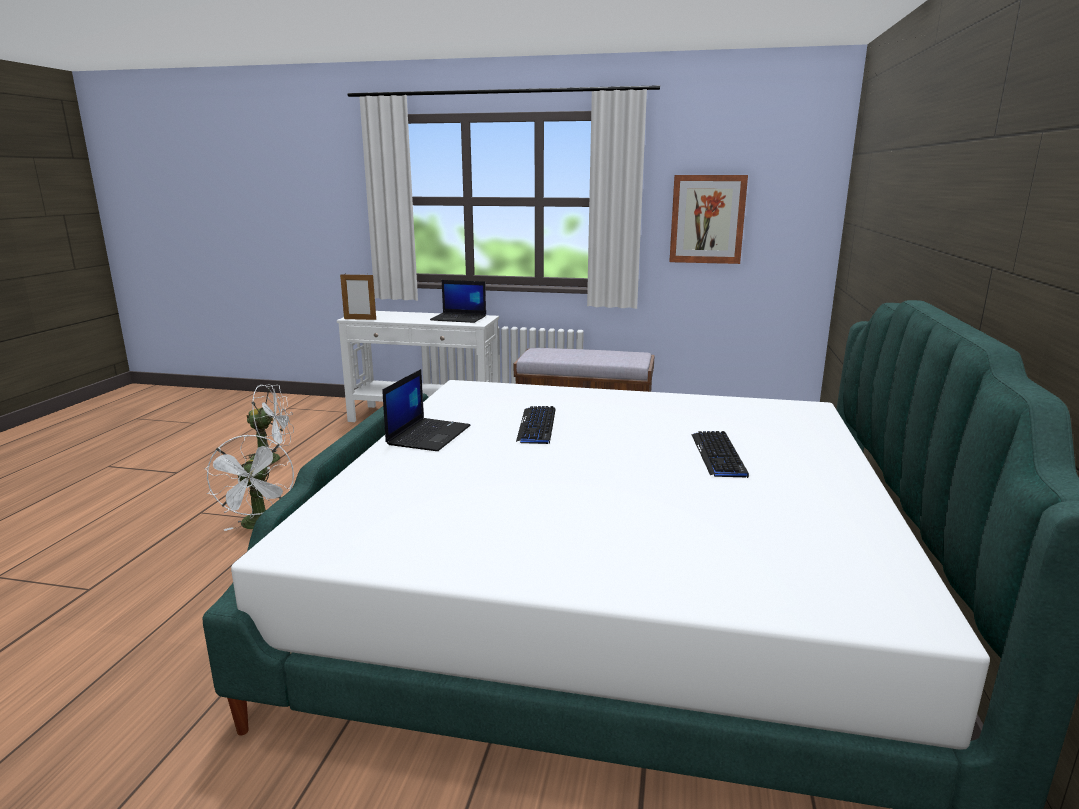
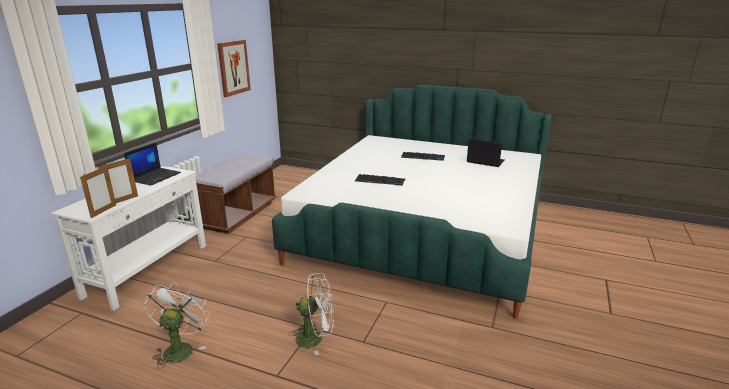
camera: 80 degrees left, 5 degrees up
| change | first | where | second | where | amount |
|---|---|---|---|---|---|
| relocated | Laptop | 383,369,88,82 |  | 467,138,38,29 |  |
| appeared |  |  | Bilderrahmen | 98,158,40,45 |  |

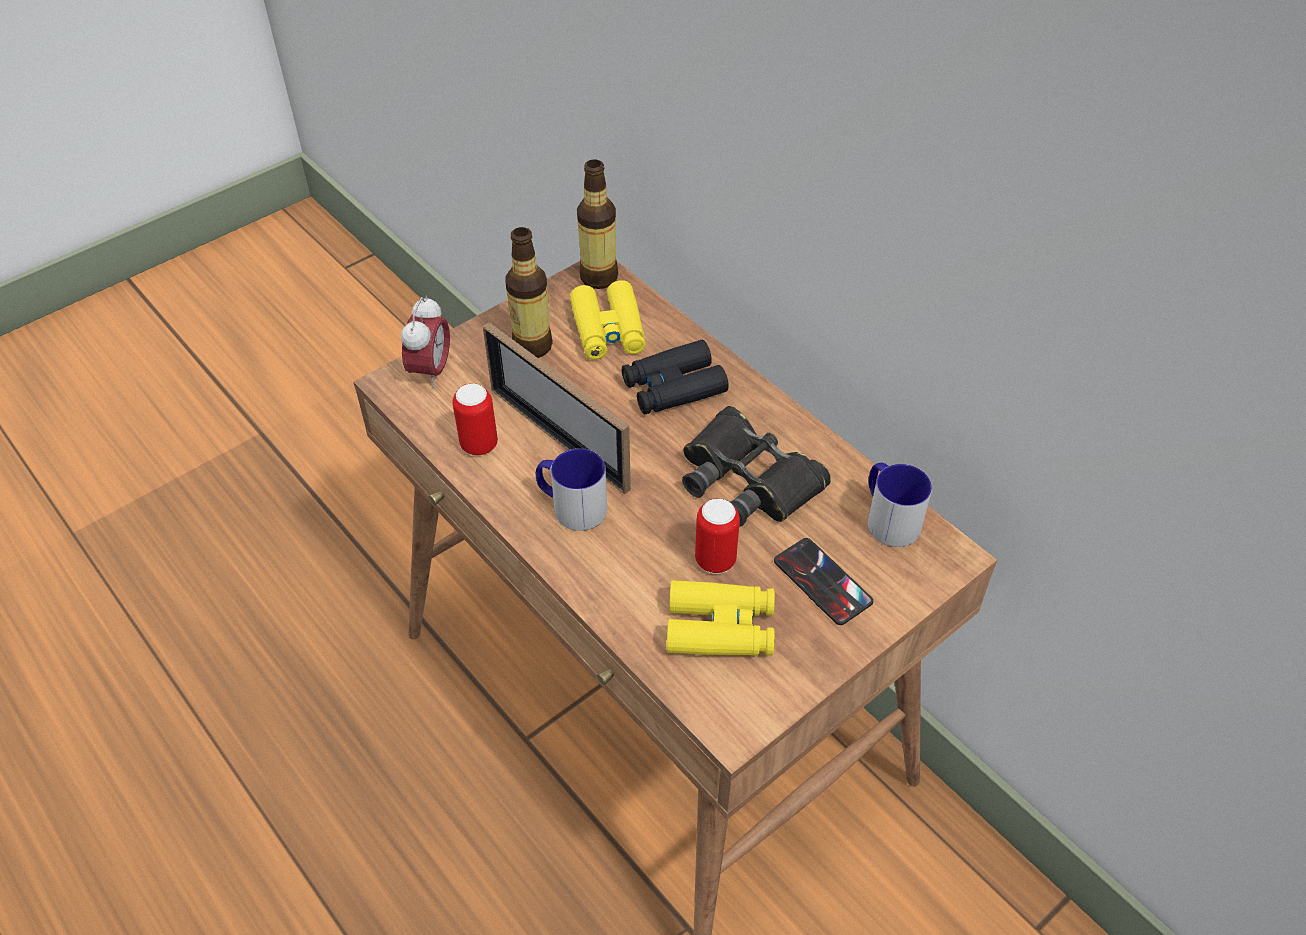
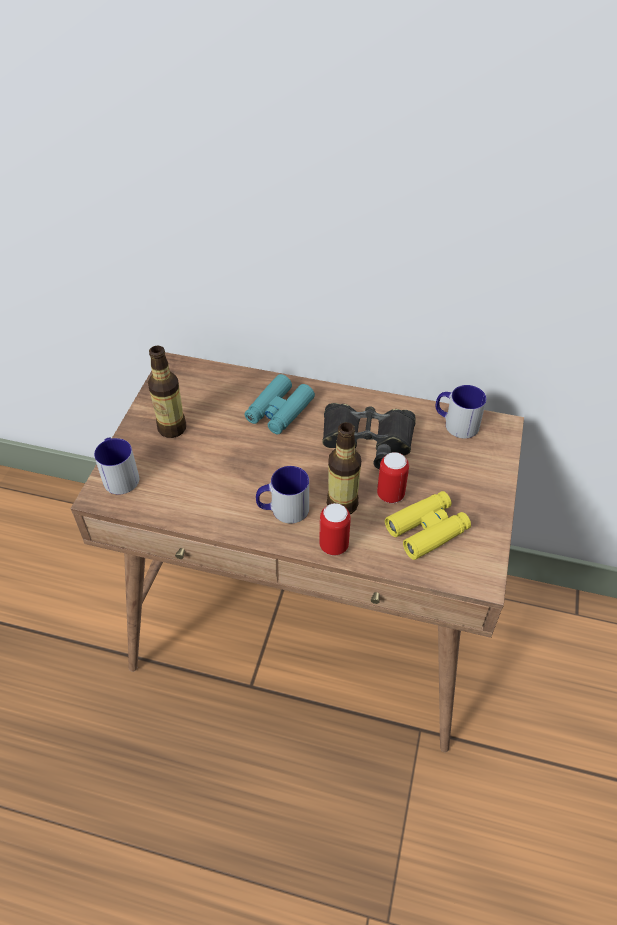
camera: 35 degrees left, 0 degrees up
| change | first | where | second | where | amount |
|---|---|---|---|---|---|
| relocated | Flasche | 577,159,41,130 |  | 327,422,34,92 |  |
| missing | Fernglas [gelb] | 570,280,76,80 |  |  |  |
| exchanged | Wecker | 401,295,49,93 | Henkelbecher | 94,438,45,57 |  |
| missing | Bilderrahmen | 483,322,148,172 |  |  |  |
| colour | Fernglas [schwarz] | 622,340,107,74 | Fernglas [türkis] | 245,374,70,60 |  |
| relocated | Dose | 453,383,45,72 |  | 319,503,32,52 |  |
| missing | Handy | 774,538,99,87 |  |  |  |

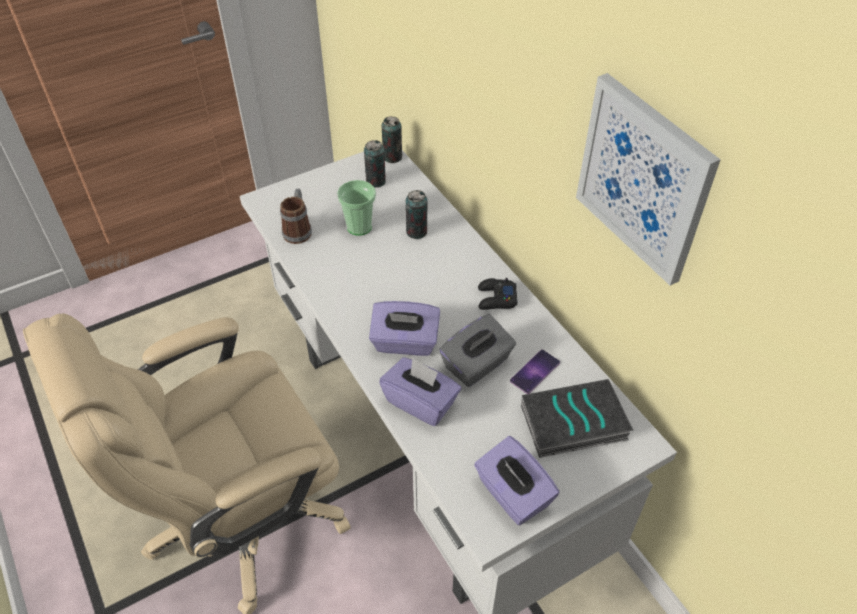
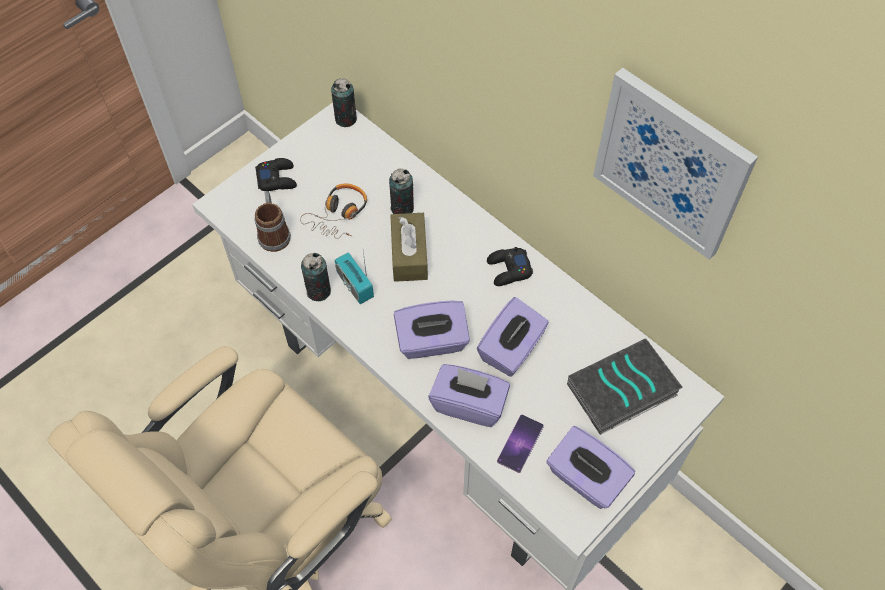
camera: 15 degrees left, 10 degrees up
| change | first | where | second | where | amount |
|---|---|---|---|---|---|
| relocated | Dose | 364,140,22,48 |  | 301,253,30,48 |  |
| exchanged | Tasse | 337,180,39,56 | Kopfhörer | 300,184,67,55 |  |
| colour | Taschentuchbox [grau] | 439,314,77,73 | Taschentuchbox [lila] | 477,297,72,80 |  |
| relocated | Handy | 510,350,50,44 |  | 497,415,47,58 |  |
| appeared |  |  | Gamepad [schwarz] | 255,158,42,33 |  |
| appeared |  |  | Taschentuchbox [braun] | 390,213,38,69 |  |
| appeared |  |  | Radio | 335,252,39,52 |  |

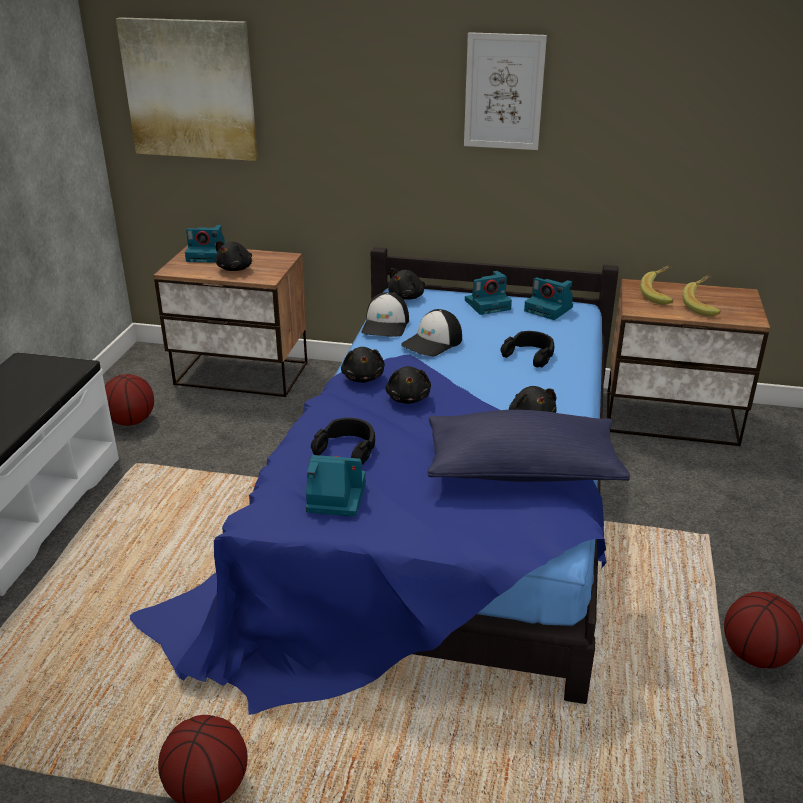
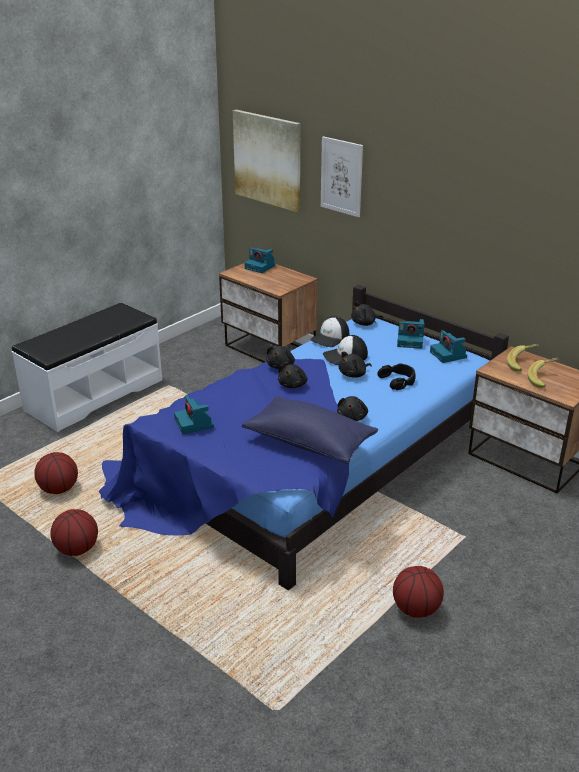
camera: 30 degrees right, 0 degrees up
| change | first | where | second | where | amount |
|---|---|---|---|---|---|
| relocated | Bild | 464,32,83,118 |  | 321,136,42,81 |  |
| relocated | Plüschtier [schwarz] | 215,240,37,31 |  | 339,351,33,27 |  |
| relocated | Basketball | 105,374,49,52 |  | 34,452,44,42 |  |
| missing | Kopfhörer [schwarz] | 311,418,64,47 |  |  |  |
| spun | Kamera | 306,455,60,62 |  | 174,395,40,39 | 150 degrees counterclockwise |

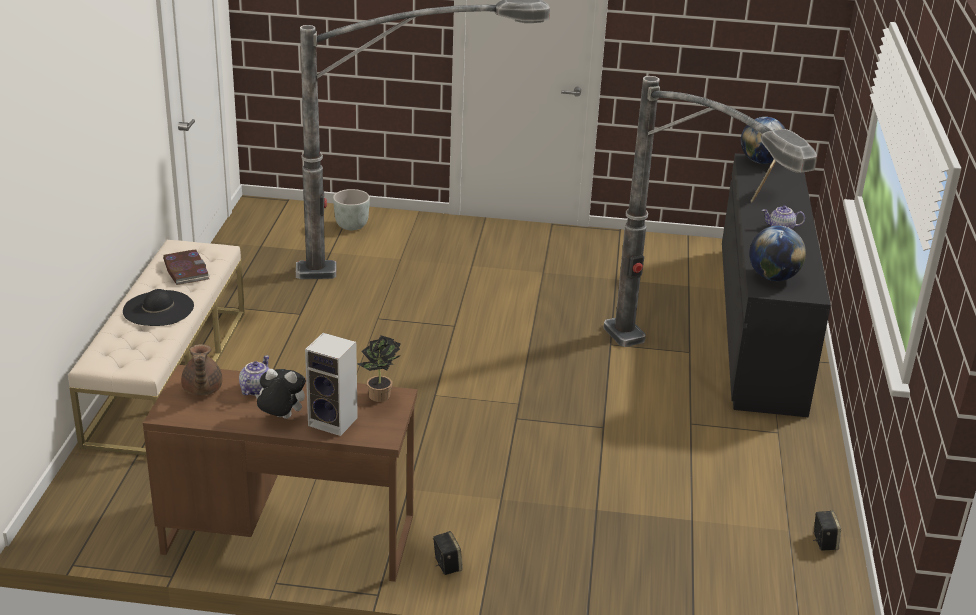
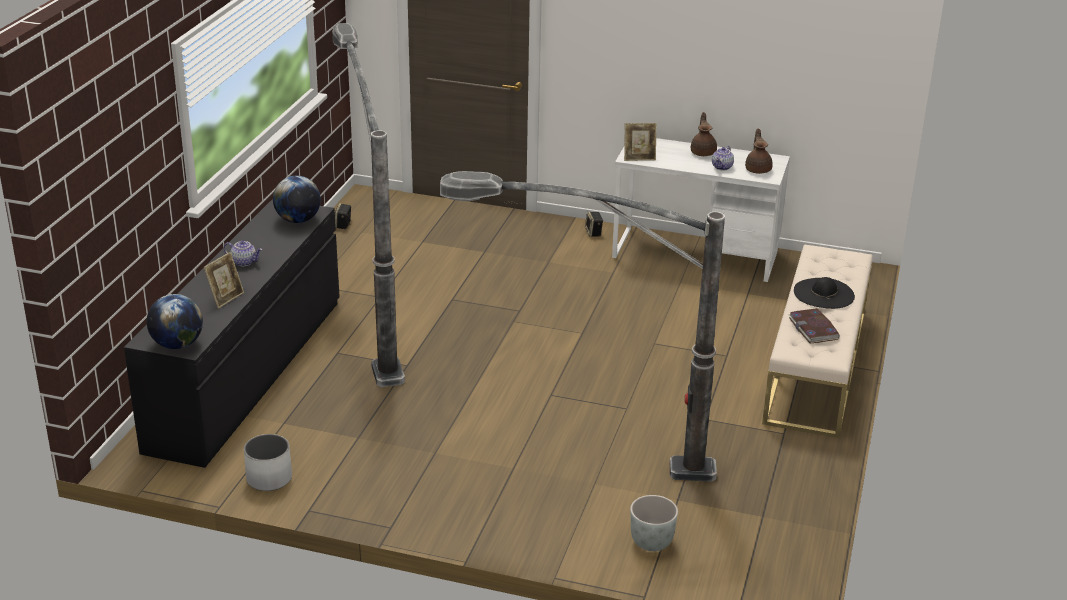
camera: 170 degrees left, 0 degrees up
| change | first | where | second | where | amount |
|---|---|---|---|---|---|
| missing | Lautsprecher | 305,333,53,103 |  |  |  |
| exchanged | Topfpflanze | 357,335,44,67 | Bilderrahmen | 624,123,33,38 |  |
| colour | Schreibtisch [braun] | 143,365,274,217 | Schreibtisch [weiß] | 612,138,178,144 |  |
| exchanged | Plüschtier | 255,369,50,50 | Teekanne [braun] | 691,112,26,44 |  |
| appeared |  |  | Pflanzkübel [weiß] | 244,434,48,57 |  |

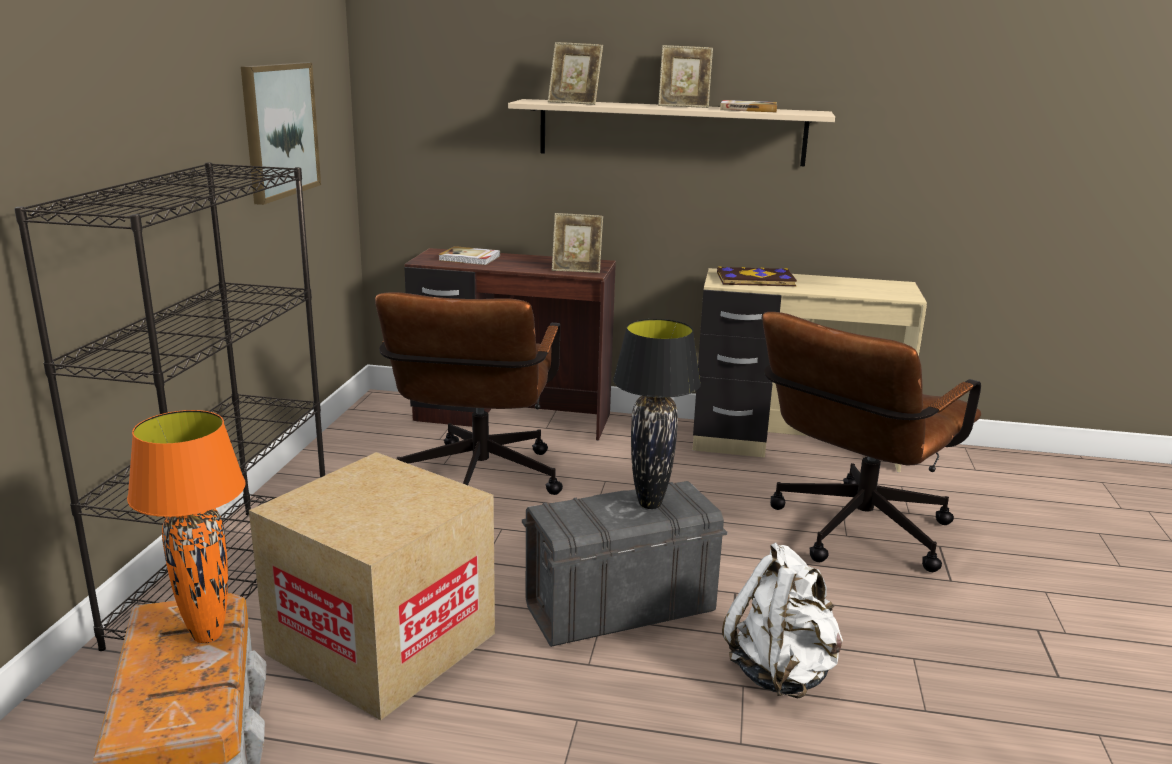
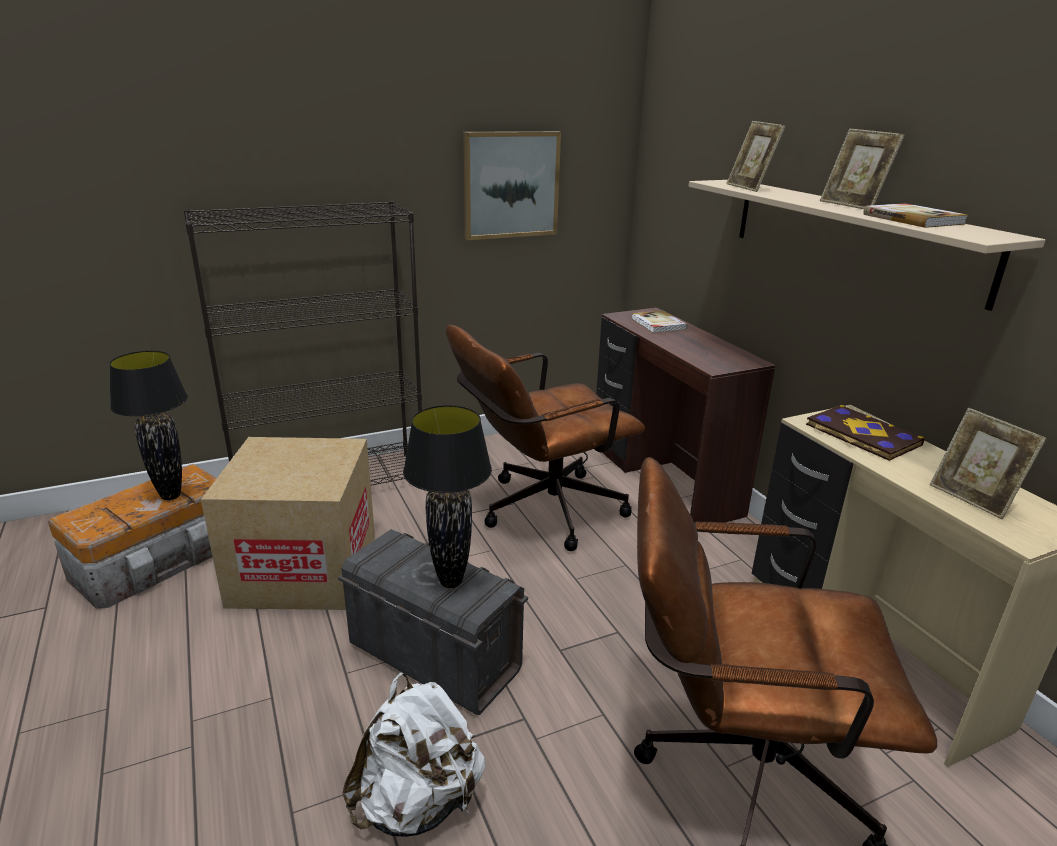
camera: 55 degrees right, 5 degrees up
| change | first | where | second | where | amount |
|---|---|---|---|---|---|
| relocated | Bilderrahmen | 552,213,51,60 |  | 930,408,117,111 |  |
| colour | Tischlampe [orange] | 127,410,118,233 | Tischlampe [schwarz] | 109,351,79,149 |  |

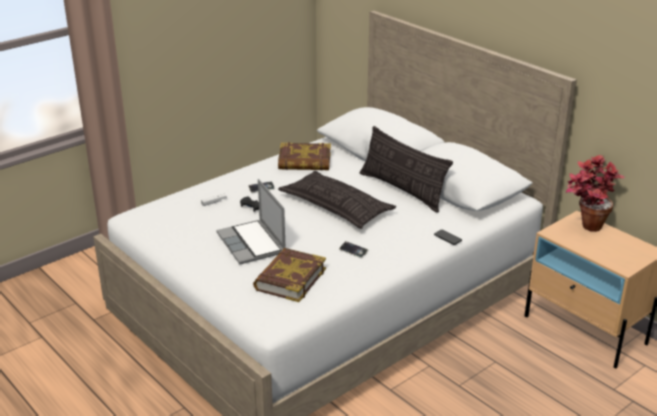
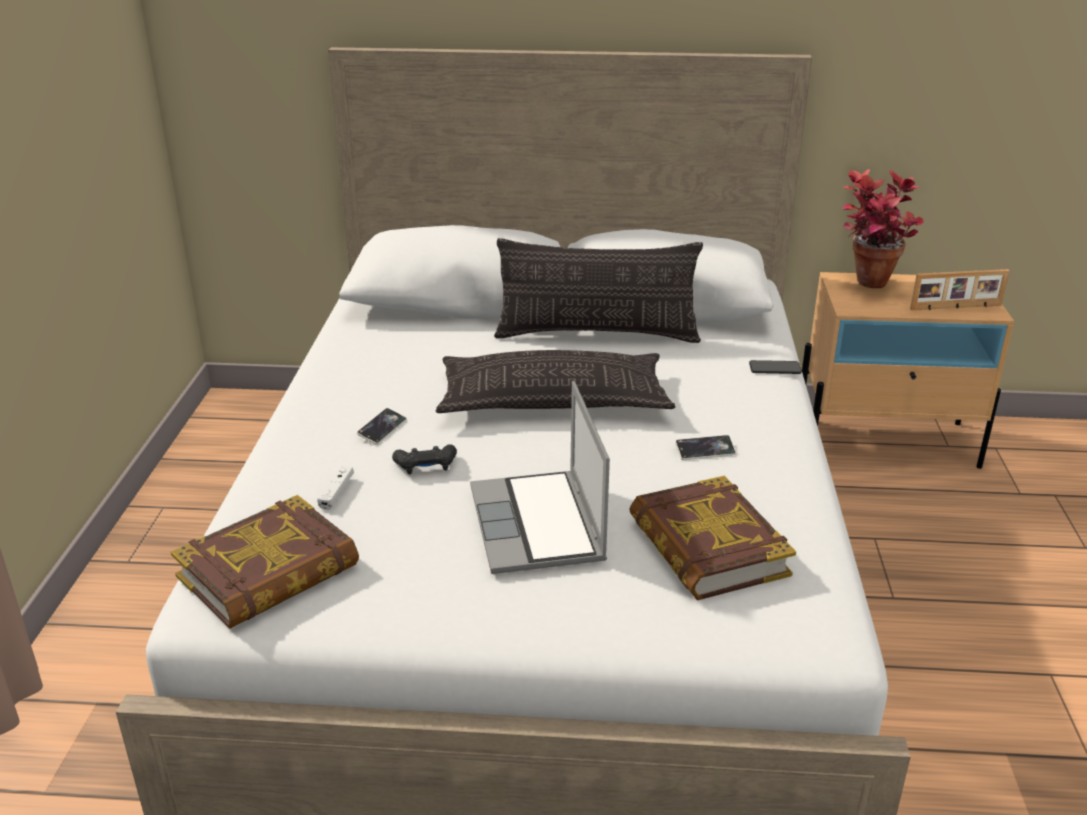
camera: 45 degrees left, 0 degrees up
| change | first | where | second | where | amount |
|---|---|---|---|---|---|
| relocated | Buch | 278,142,53,28 |  | 171,495,188,134 |  |
| spun | Laptop | 216,179,69,85 |  | 470,381,140,193 | 60 degrees clockwise |
| appeared |  |  | Bilderrahmen | 910,269,99,41 |  |

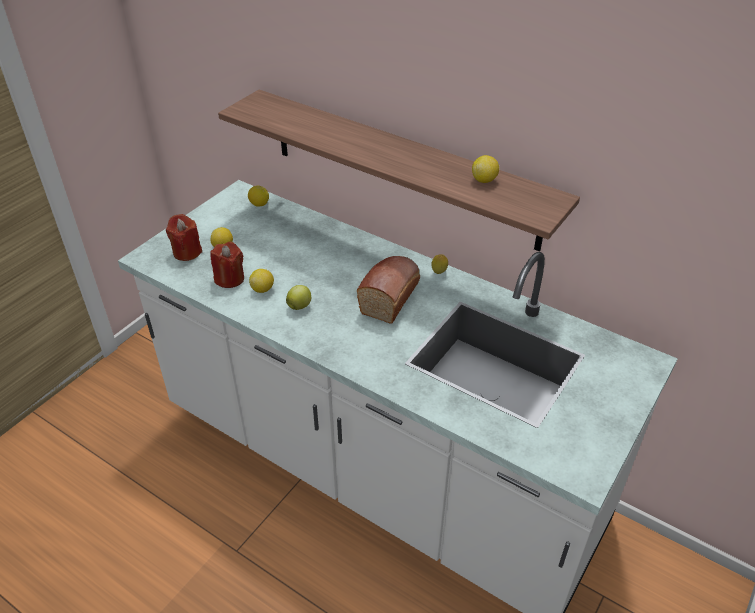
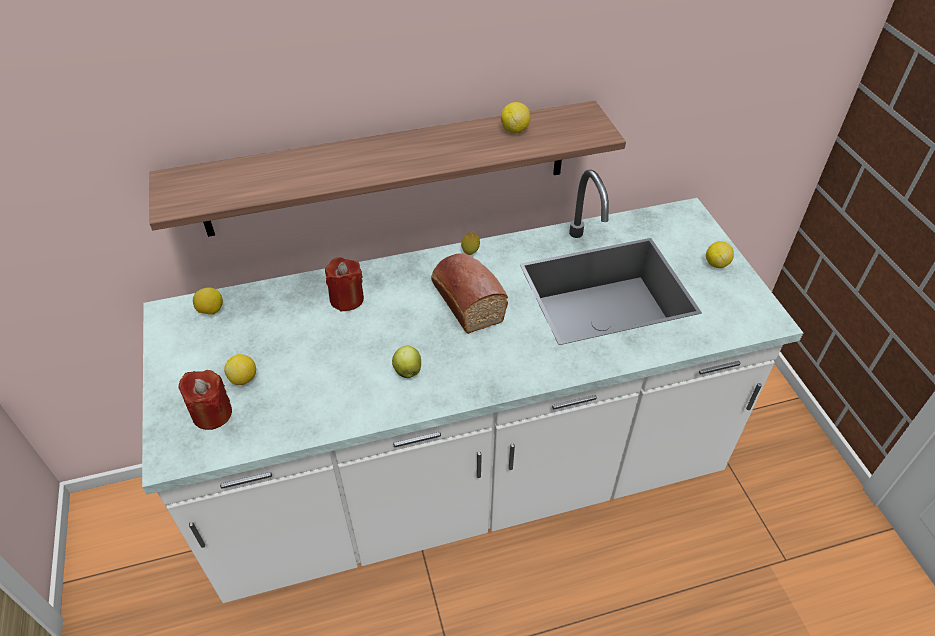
camera: 50 degrees left, 5 degrees up
| change | first | where | second | where | amount |
|---|---|---|---|---|---|
| relocated | Kerze [rot] | 210,242,34,46 |  | 325,257,39,54 |  |
| relocated | Zitrone | 249,269,25,24 |  | 706,241,28,27 |  |

